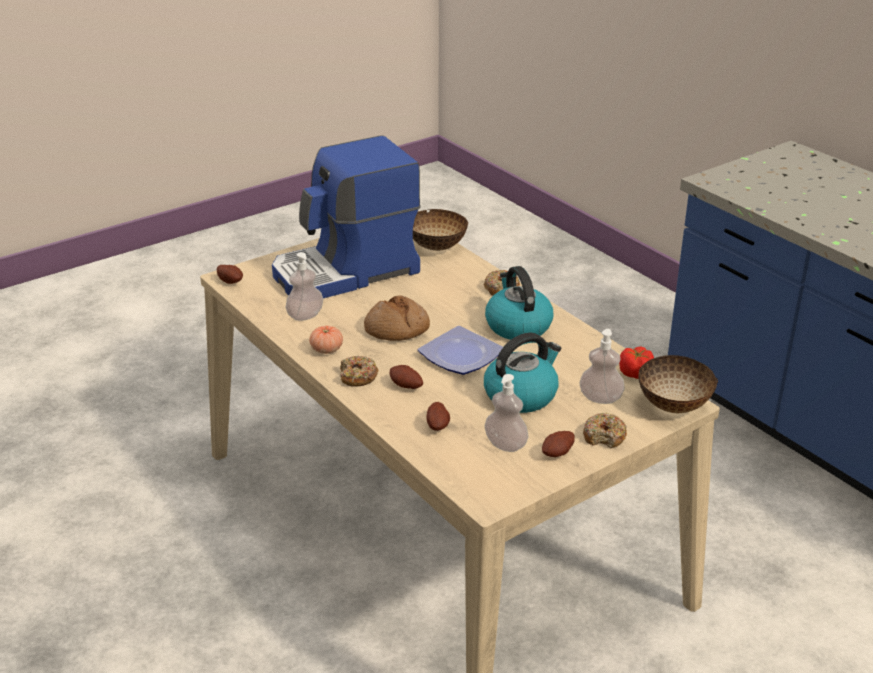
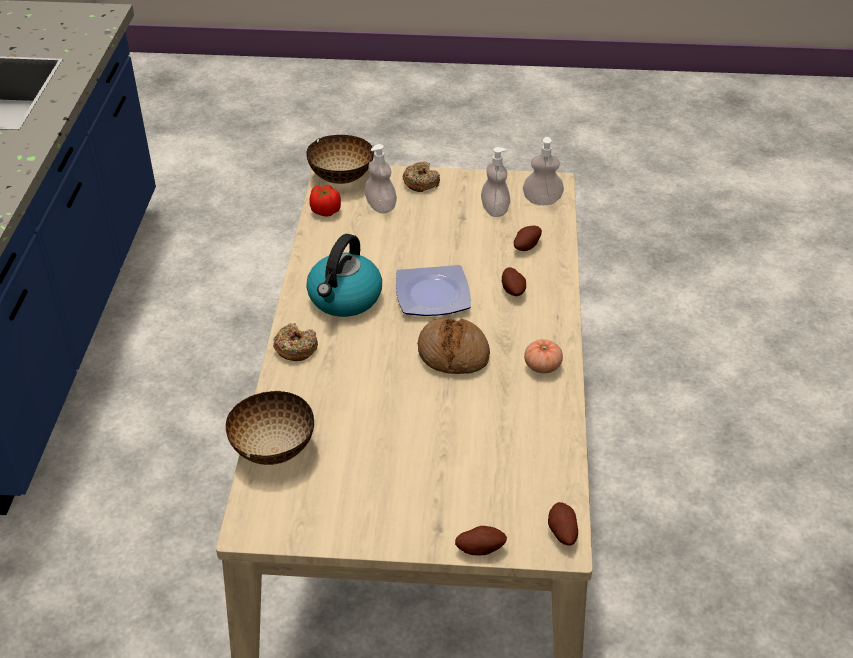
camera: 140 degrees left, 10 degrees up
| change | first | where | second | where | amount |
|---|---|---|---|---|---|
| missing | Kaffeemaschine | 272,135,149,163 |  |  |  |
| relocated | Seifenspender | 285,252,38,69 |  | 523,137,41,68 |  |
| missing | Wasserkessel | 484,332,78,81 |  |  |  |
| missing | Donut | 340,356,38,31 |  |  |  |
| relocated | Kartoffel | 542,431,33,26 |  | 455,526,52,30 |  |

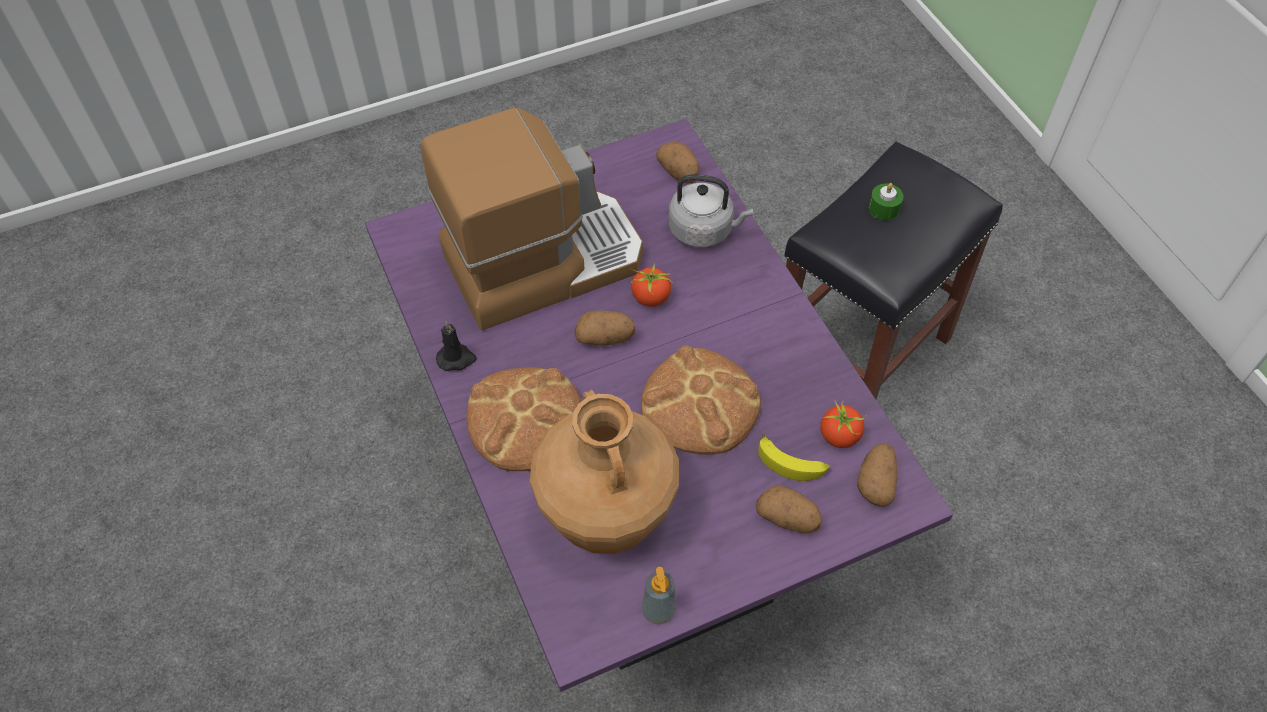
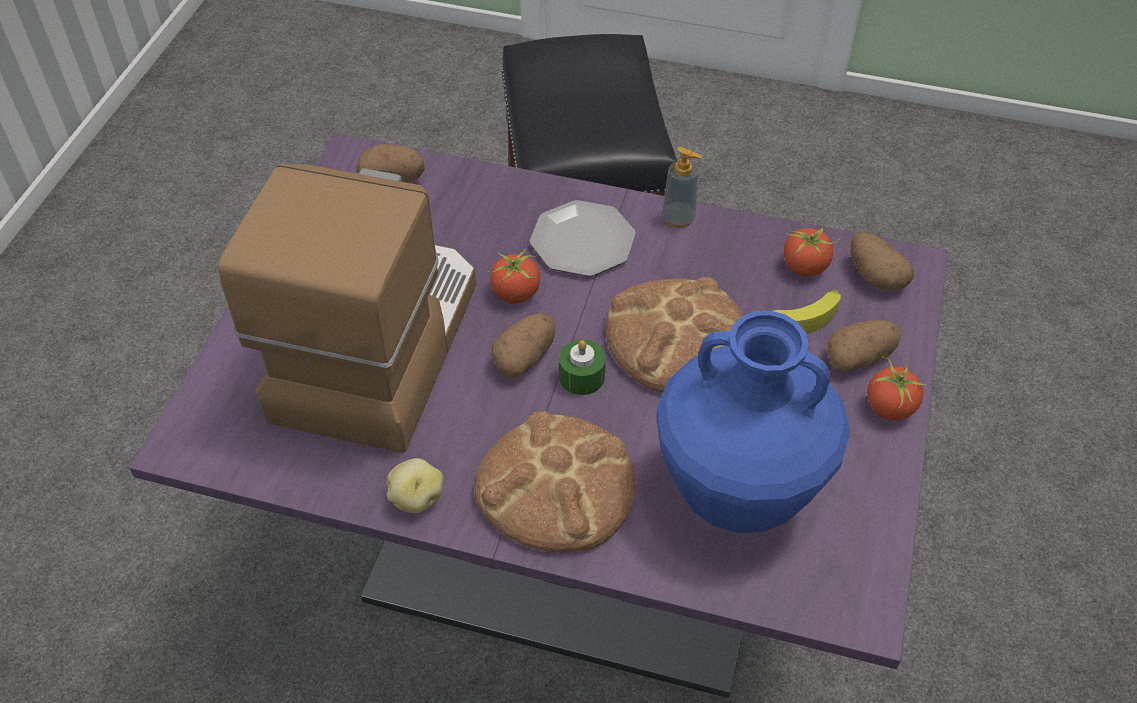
camera: 50 degrees left, 5 degrees down
| change | first | where | second | where | amount |
|---|---|---|---|---|---|
| missing | Wasserkessel [grau] | 669,174,84,74 |  |  |  |
| relocated | Kerze [grün] | 869,183,34,38 |  | 559,340,47,55 |  |
| exchanged | Kerze [schwarz] | 436,321,41,50 | Kartoffel | 387,458,57,55 |  |
| colour | Vase [braun] | 530,390,149,164 | Vase [blau] | 656,311,194,222 |  |
| relocated | Seifenspender | 642,567,34,57 |  | 662,147,40,81 |  |
| appeared |  |  | Teller | 530,200,106,77 |  |
| appeared |  |  | Tomate | 867,354,60,66 |  |

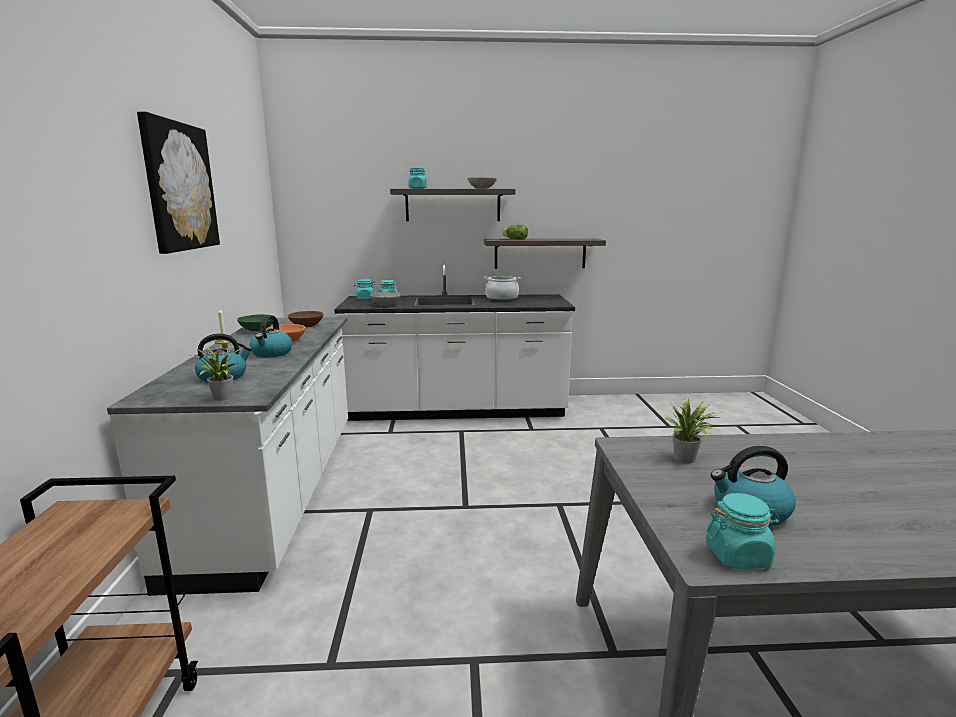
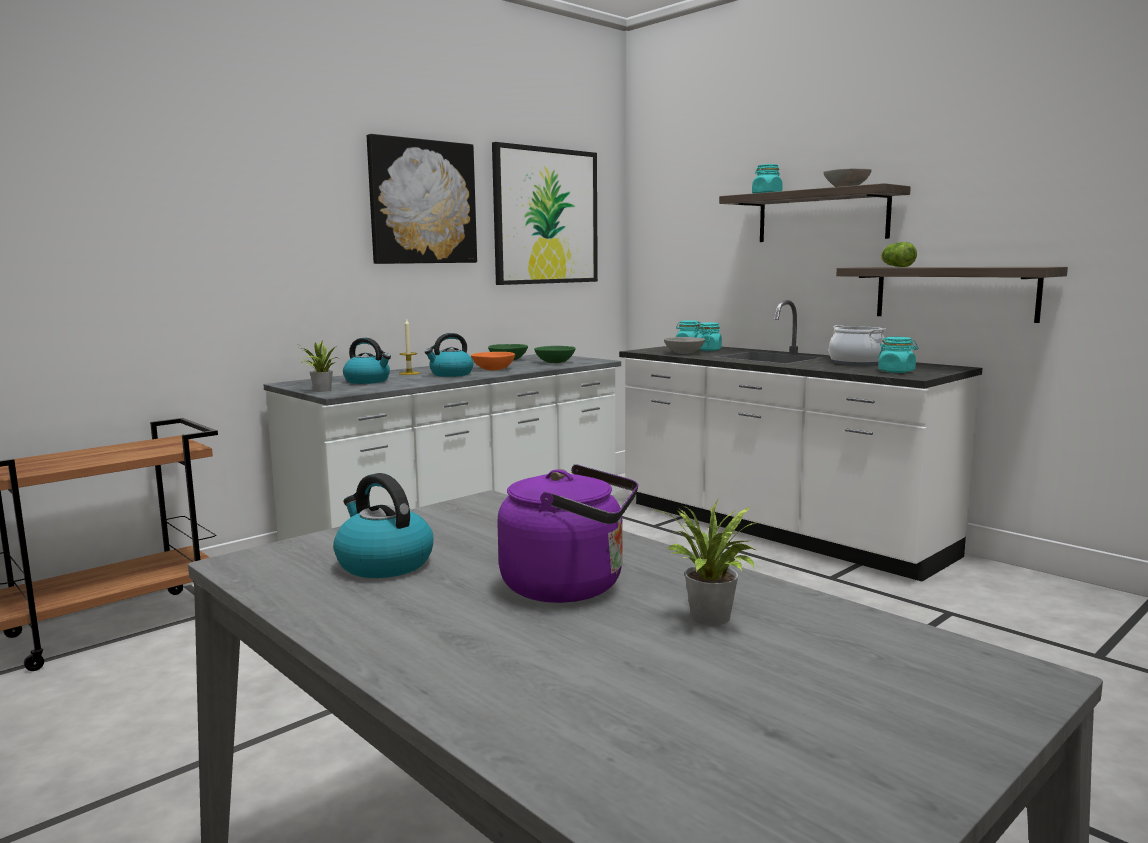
camera: 50 degrees right, 5 degrees down
| change | first | where | second | where | amount |
|---|---|---|---|---|---|
| colour | Schüssel [braun] | 288,311,36,16 | Schüssel [grün] | 534,346,42,17 |  |
| relocated | Topfpflanze | 664,398,58,65 |  | 653,500,105,126 |  |
| relocated | Vorratsglas [türkis] | 706,493,74,76 |  | 878,337,40,36 |  |
| appeared |  |  | Bild | 492,142,106,143 |  |
| appeared |  |  | Wasserkessel [lila] | 497,464,141,139 |  |

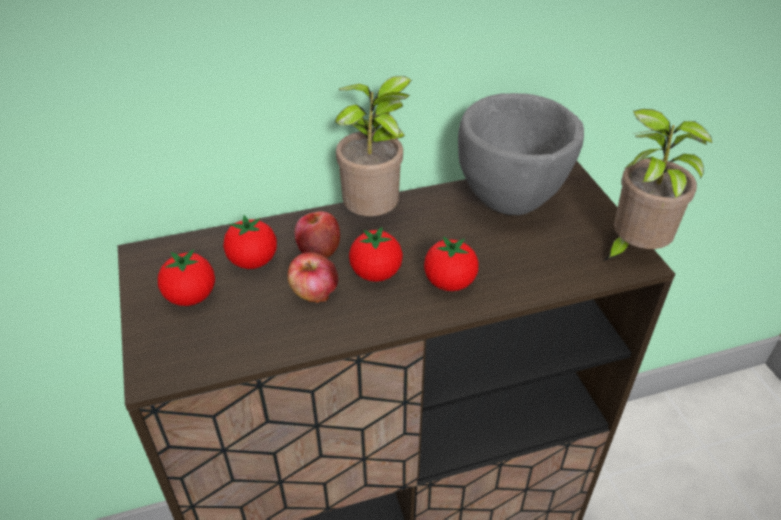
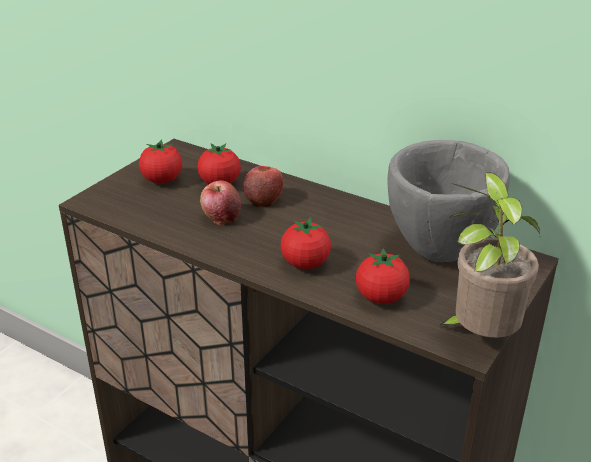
camera: 50 degrees right, 10 degrees down
| change | first | where | second | where | amount |
|---|---|---|---|---|---|
| missing | Topfpflanze | 335,76,77,140 |  |  |  |
| relocated | Tomate | 349,227,54,55 |  | 356,248,54,56 |  |

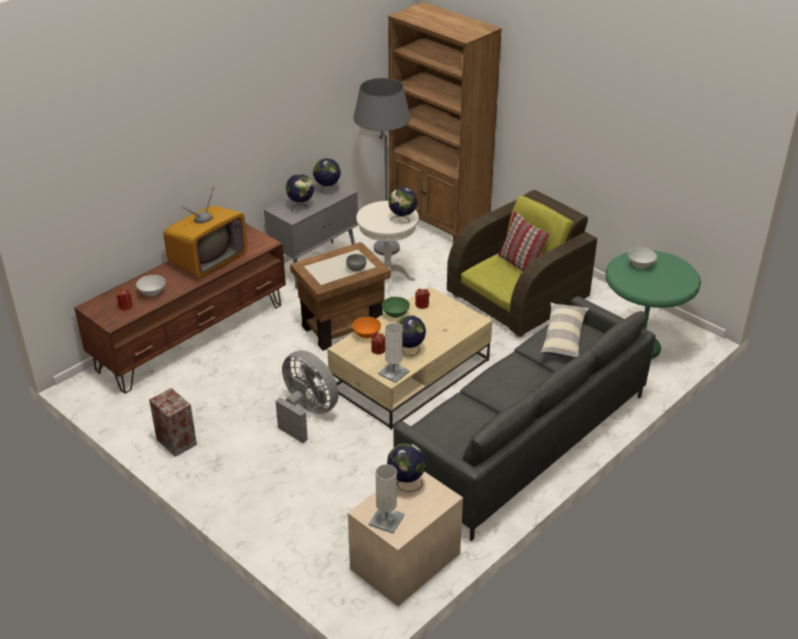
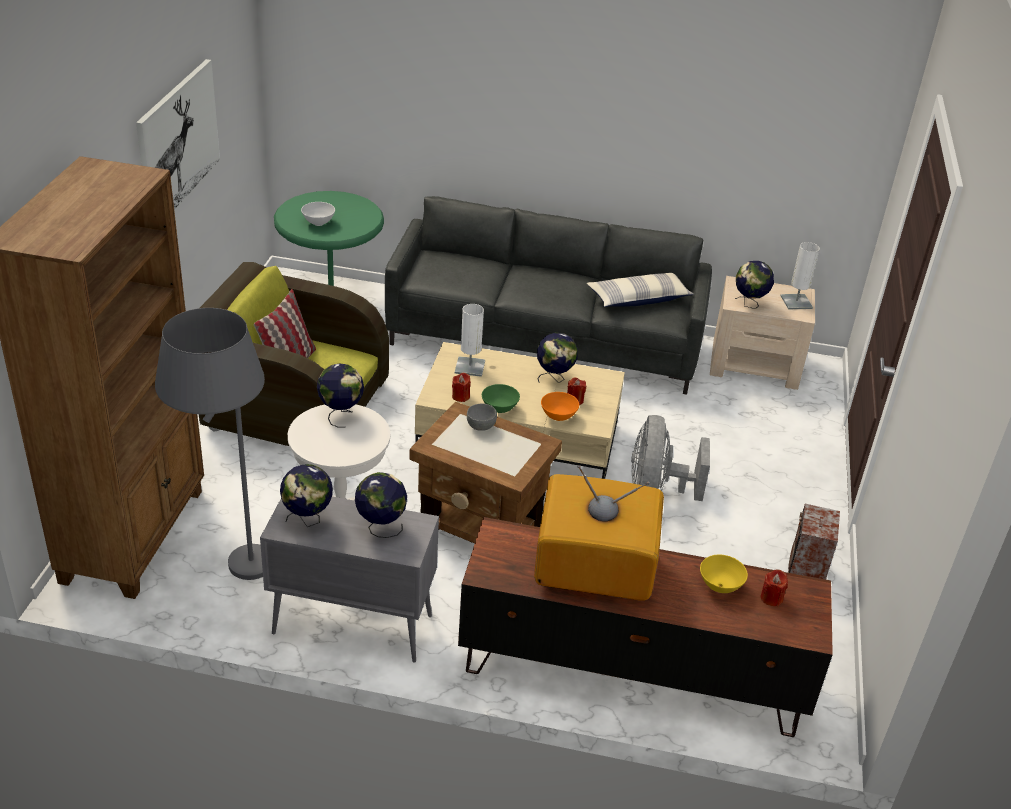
camera: 125 degrees left, 0 degrees up
| change | first | where | second | where | amount |
|---|---|---|---|---|---|
| colour | Schüssel [weiß] | 136,275,29,21 | Schüssel [gelb] | 700,555,48,38 |  |
| relocated | Kissen | 540,303,49,55 |  | 587,273,107,34 |  |
| relocated | Tischlampe [weiß] | 378,323,32,60 |  | 455,304,30,73 |  |
| appeared |  |  | Bild | 136,59,84,151 |  |

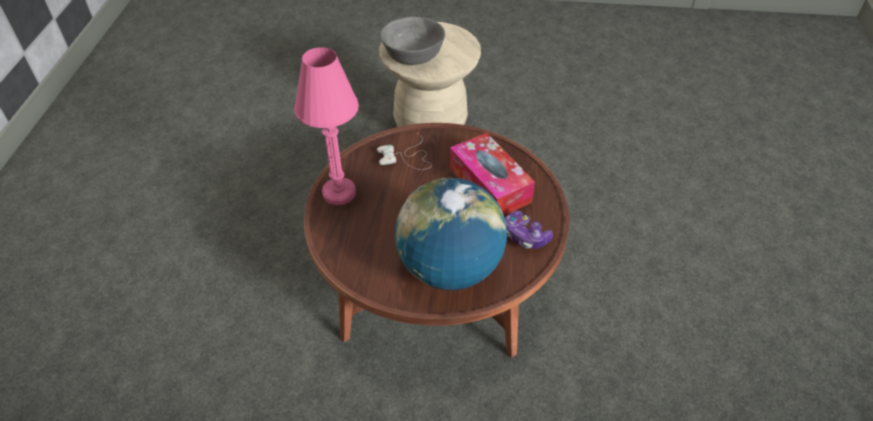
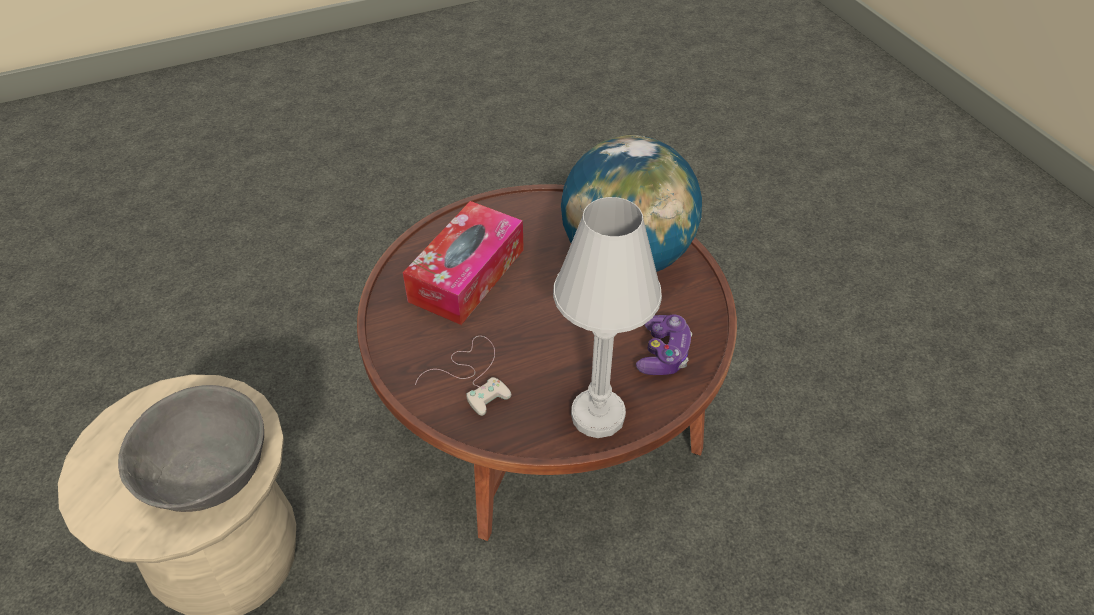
camera: 120 degrees left, 0 degrees up
| change | first | where | second | where | amount |
|---|---|---|---|---|---|
| colour | Tischlampe [rosa] | 294,47,65,158 | Tischlampe [weiß] | 553,197,109,241 |  |
| relocated | Gamepad | 505,211,48,38 |  | 636,314,56,61 |  |

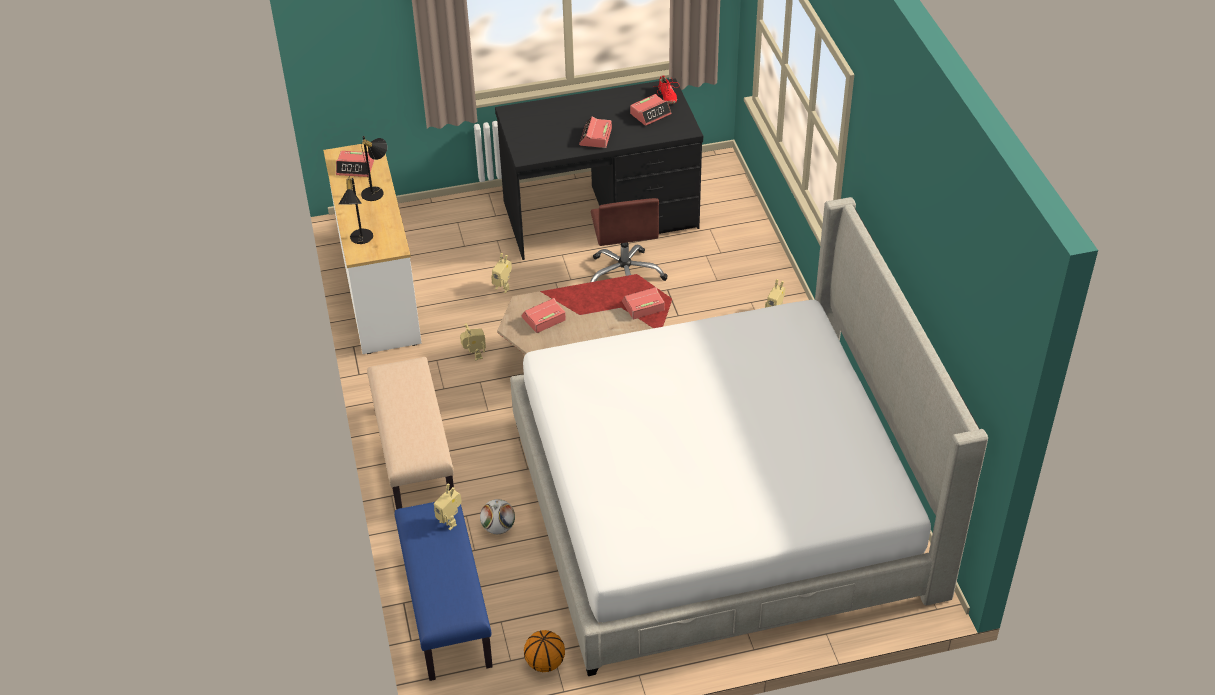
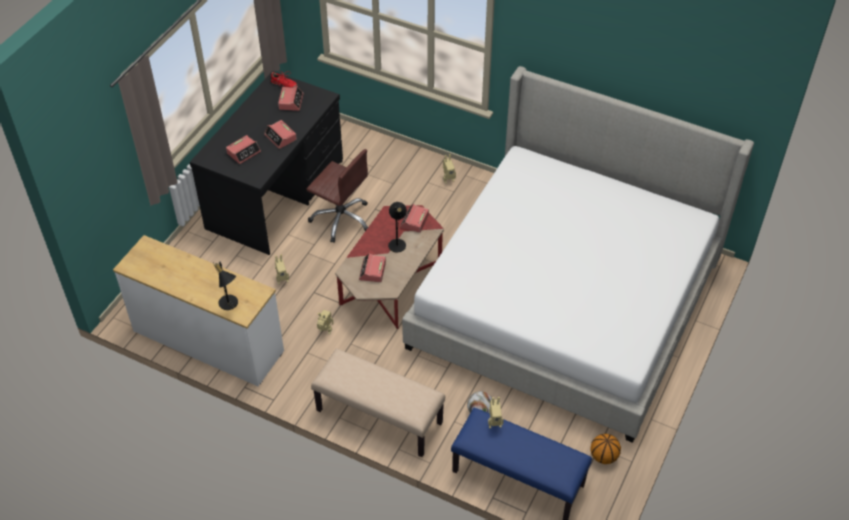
camera: 50 degrees left, 5 degrees up
| change | first | where | second | where | amount |
|---|---|---|---|---|---|
| relocated | Tischlampe [schwarz] | 361,136,26,65 |  | 388,202,19,50 |  |
| relocated | Wecker | 336,151,38,26 |  | 226,135,35,29 |  |

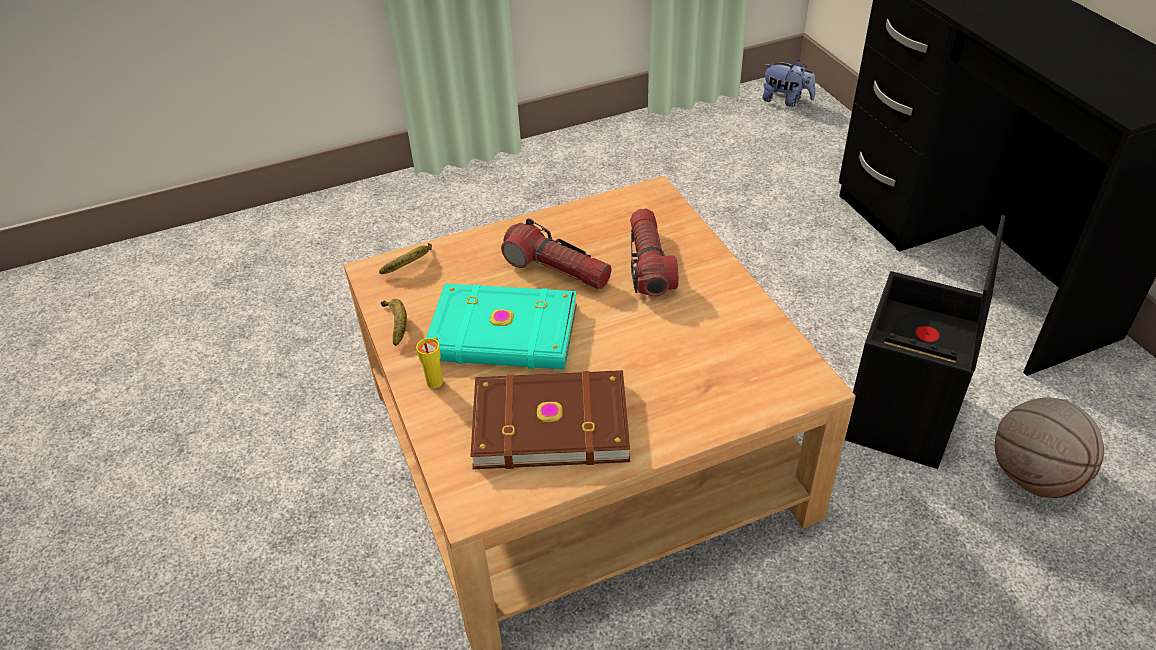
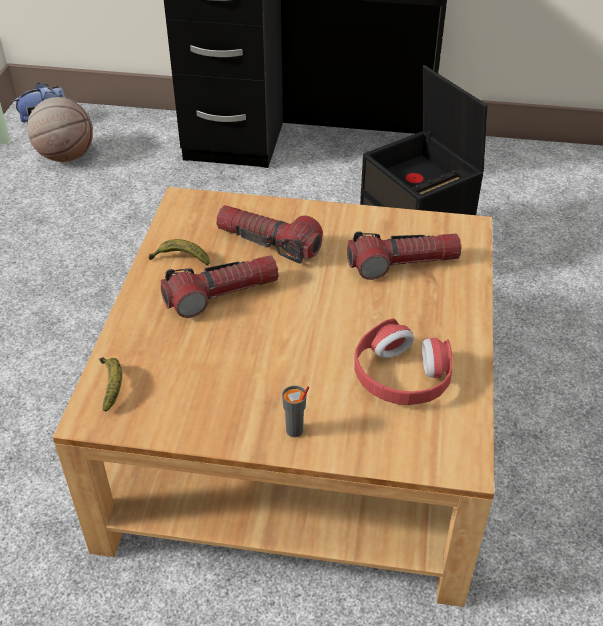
camera: 60 degrees left, 0 degrees up
| change | first | where | second | where | amount |
|---|---|---|---|---|---|
| missing | Buch [türkis] | 426,283,151,87 |  |  |  |
| relocated | Banane | 381,299,26,47 |  | 148,239,62,26 |  |
| colour | Tasse [gelb] | 416,338,27,51 | Tasse [grau] | 282,386,27,51 |  |
| exchanged | Buch [braun] | 470,370,160,99 | Kopfhörer [rot] | 354,318,99,87 |  |
| relocated | Basketball | 995,398,109,100 |  | 27,97,66,65 |  |
| appeared |  |  | Taschenlampe | 347,231,114,49 |  |

